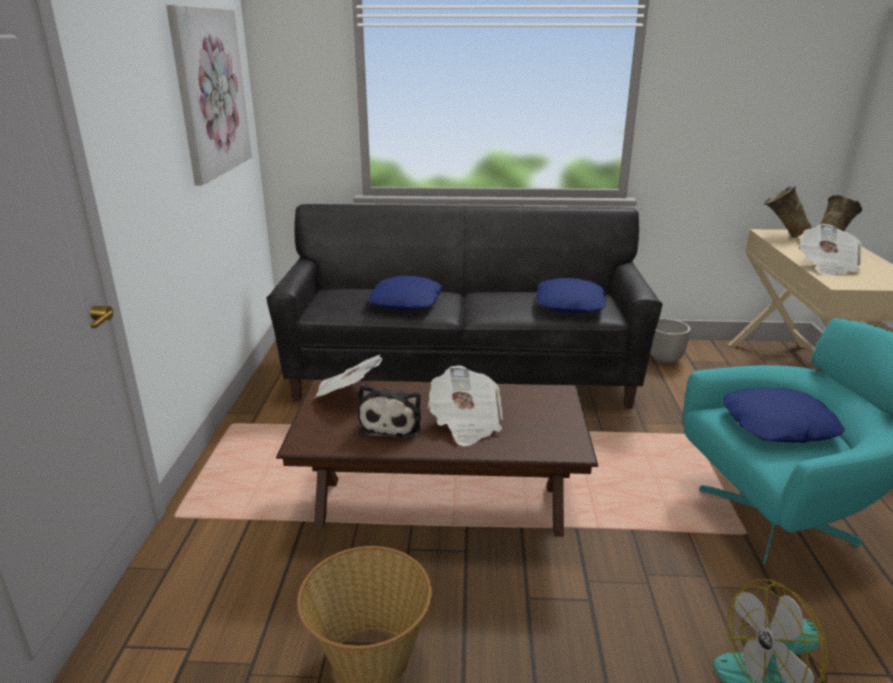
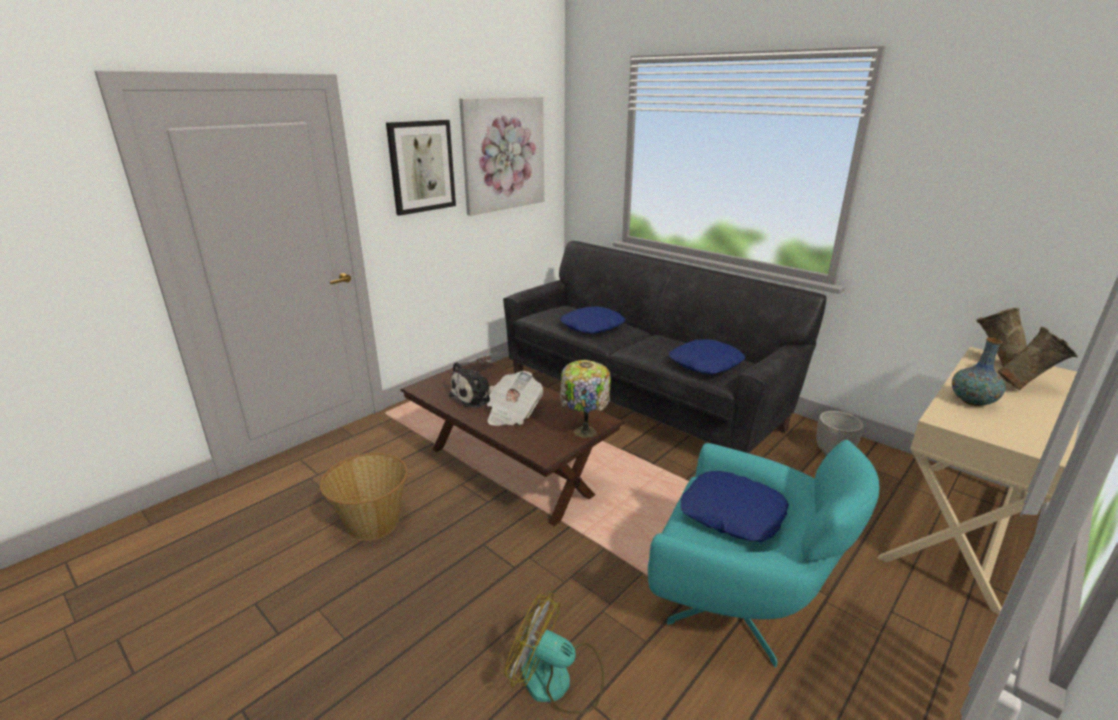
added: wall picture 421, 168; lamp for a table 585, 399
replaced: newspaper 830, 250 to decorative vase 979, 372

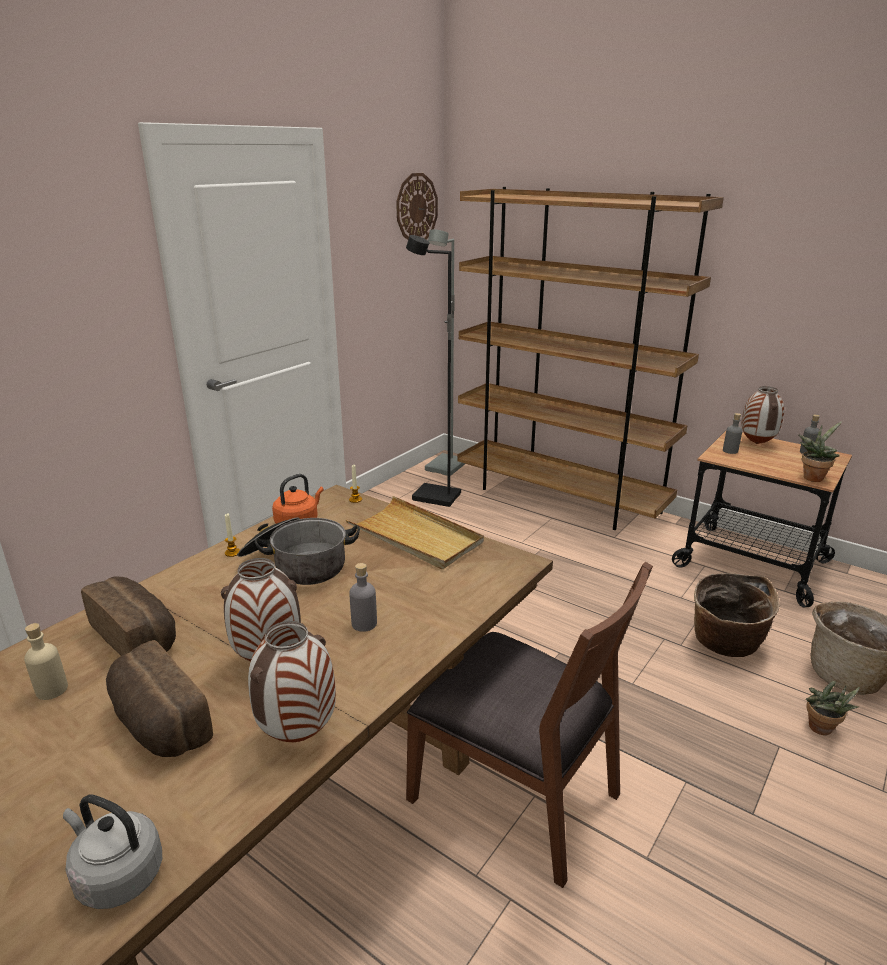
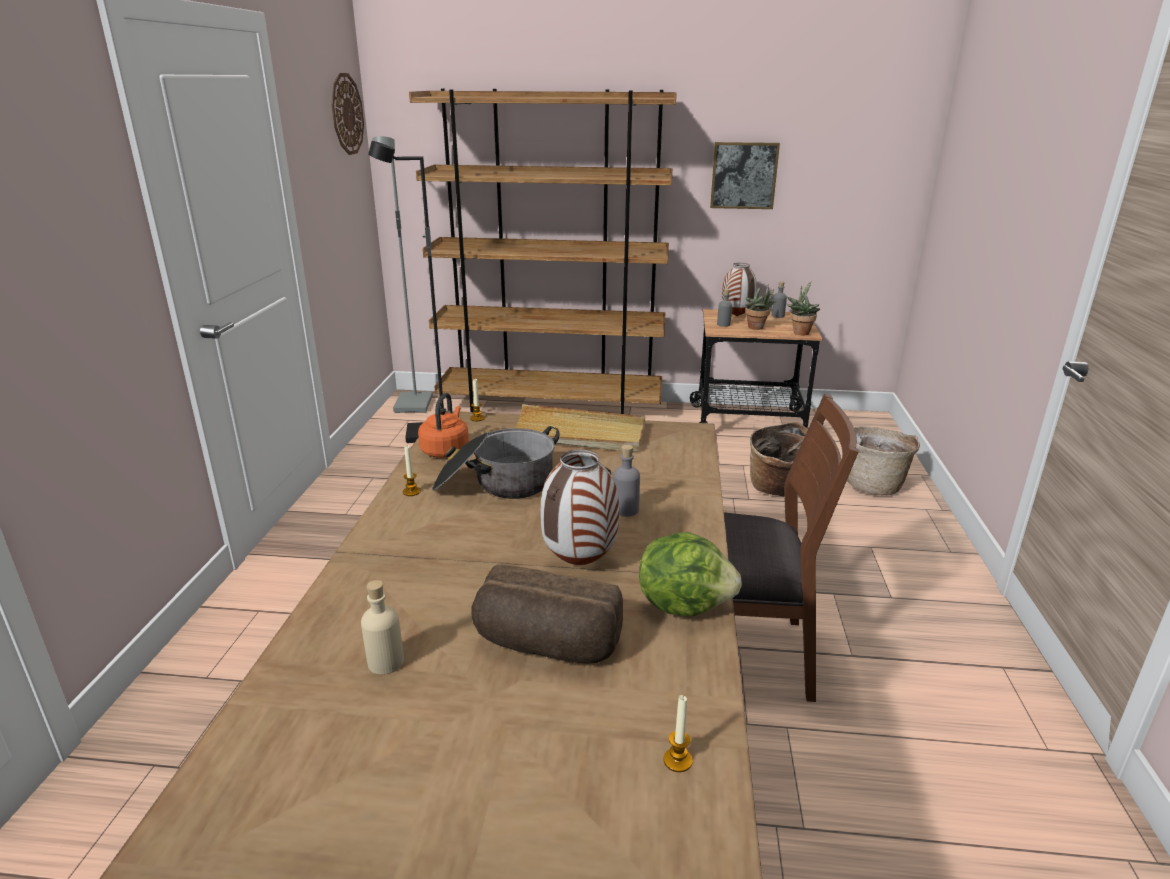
removed: bakery bread 128, 616
added: wall picture 745, 175
moved: houseplant 833, 708 to 760, 307
replaced: decorative vase 292, 681 to lettuce head 690, 574; kettle in gray 112, 851 to wax candle 678, 733

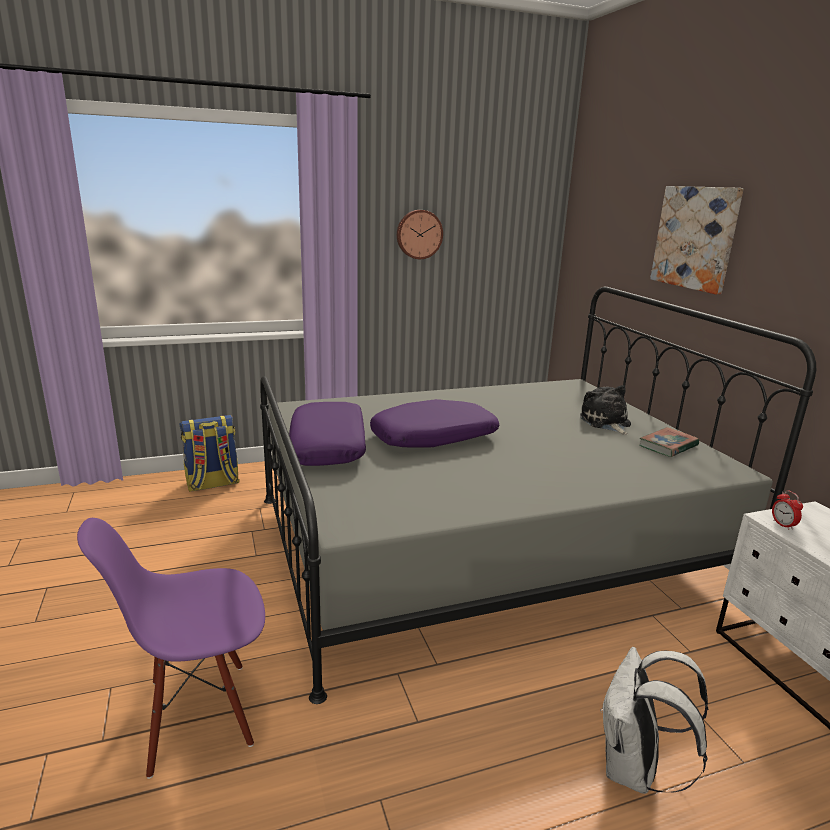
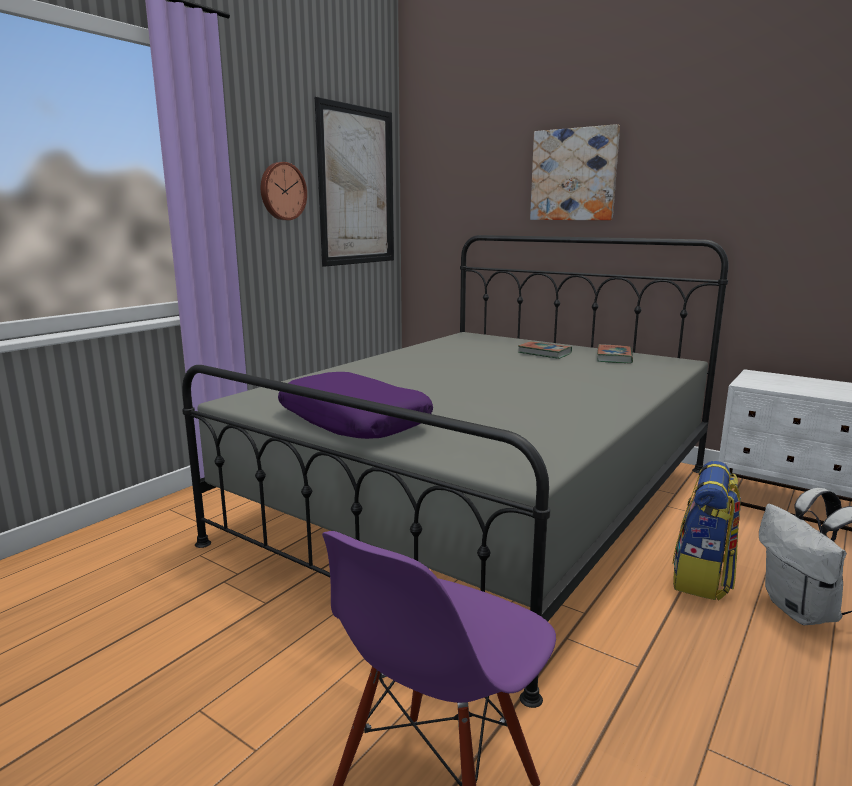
removed: cushion in purple 434, 423; alarm clock 787, 510
added: wall picture 354, 182
moved: knapsack 209, 453 to 706, 531
replaced: cuddly toy 605, 410 to volume 545, 350

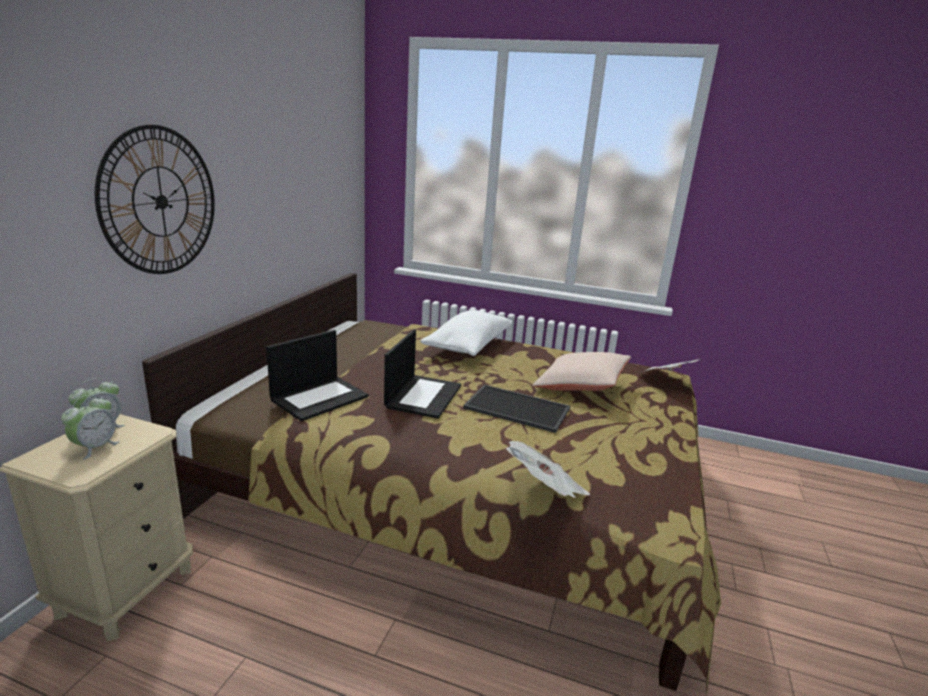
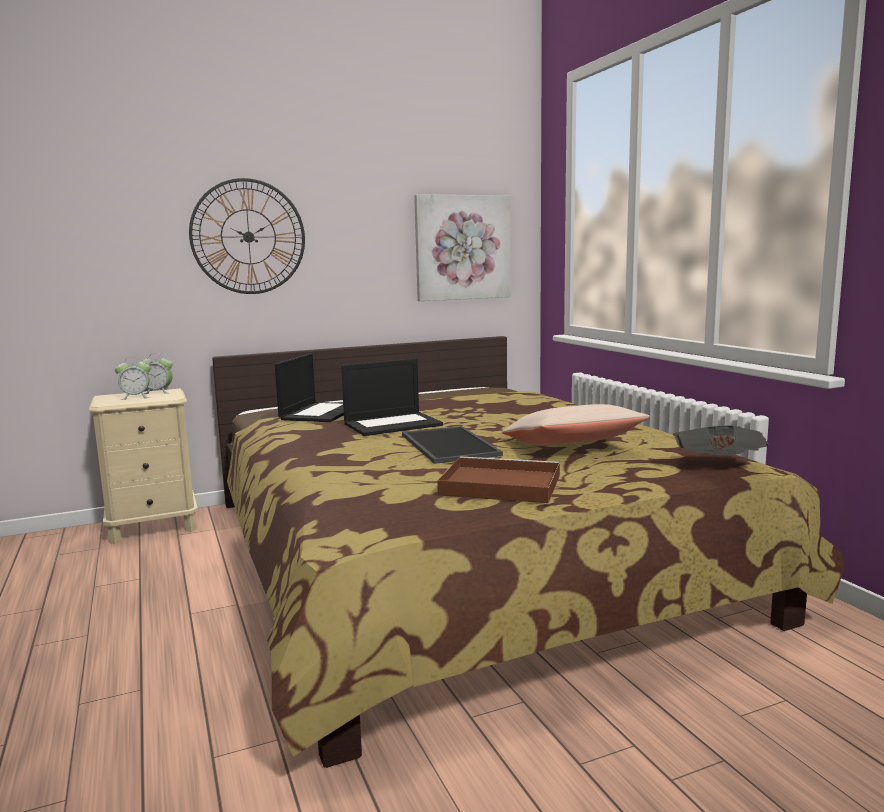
removed: cushion in whitish 466, 333; newspaper 548, 469
added: wall picture 462, 247; tray in brownish 498, 479
turned: portable computer 317, 375 = 309, 387 75 degrees counterclockwise

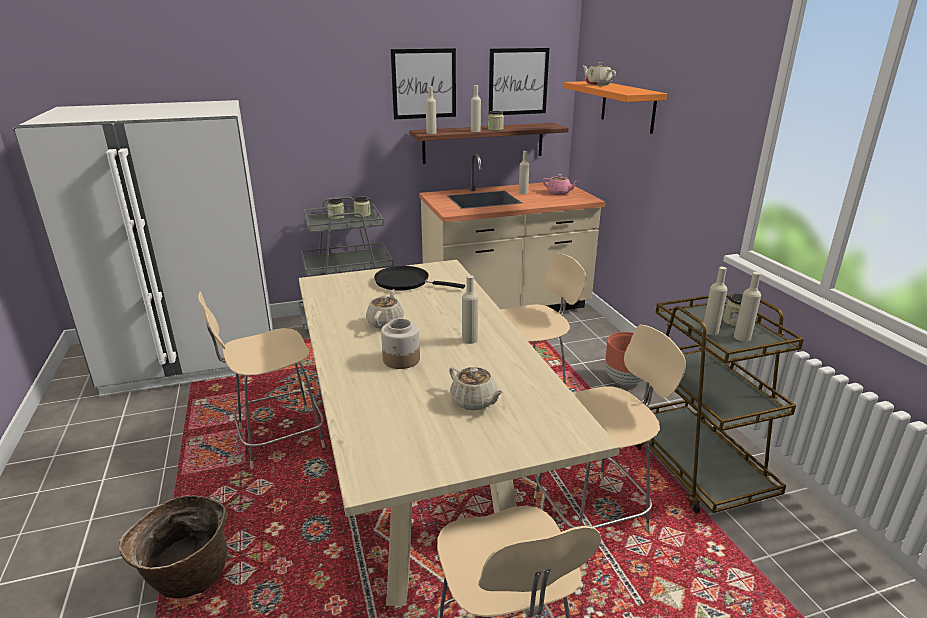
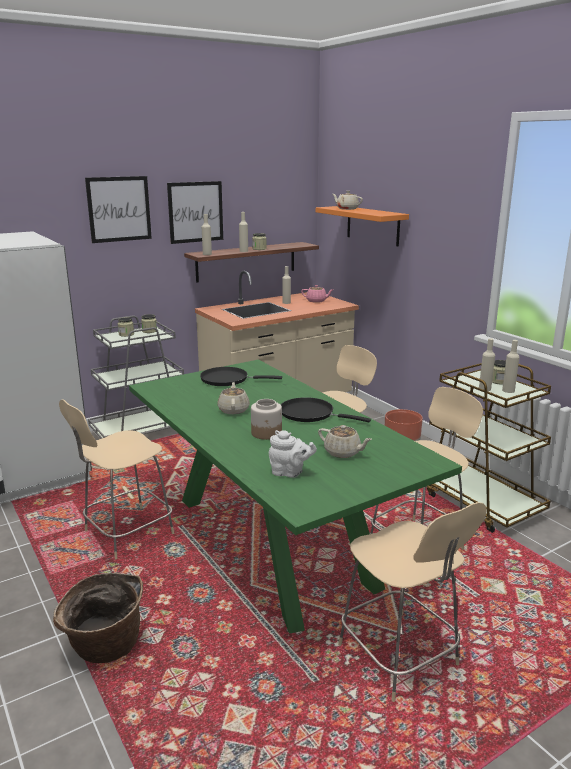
added: tea pot in whitish 293, 454
moved: wall picture 519, 81 to 118, 209
replaced: drink bottle in sand-coloured 470, 309 to skillet in blackish 326, 409
recoloured: dinner table in sand-coloured 459, 433 to dinner table in greenish 295, 497

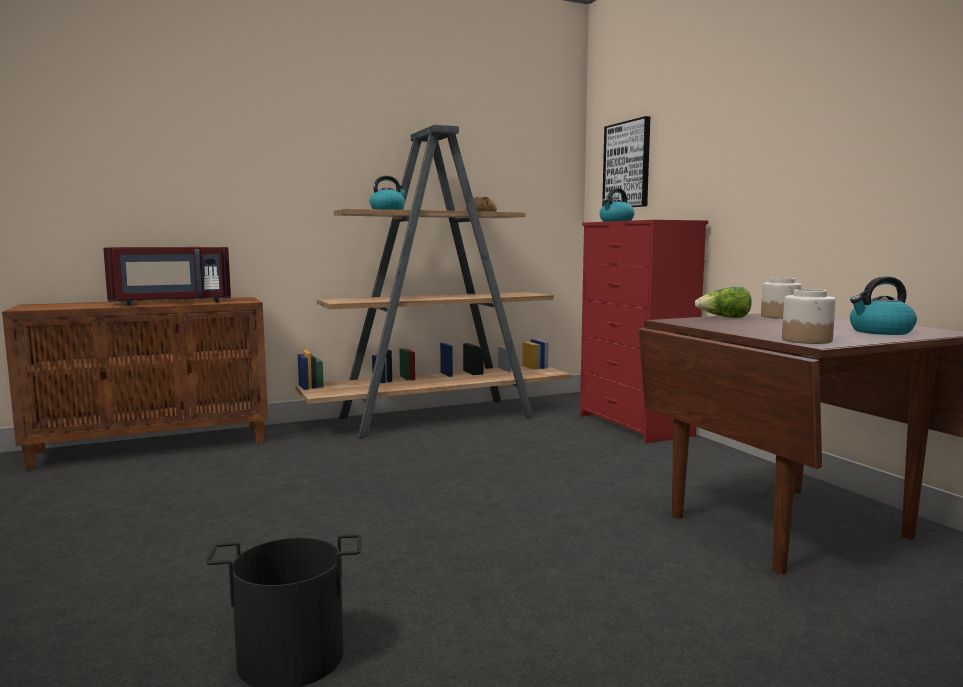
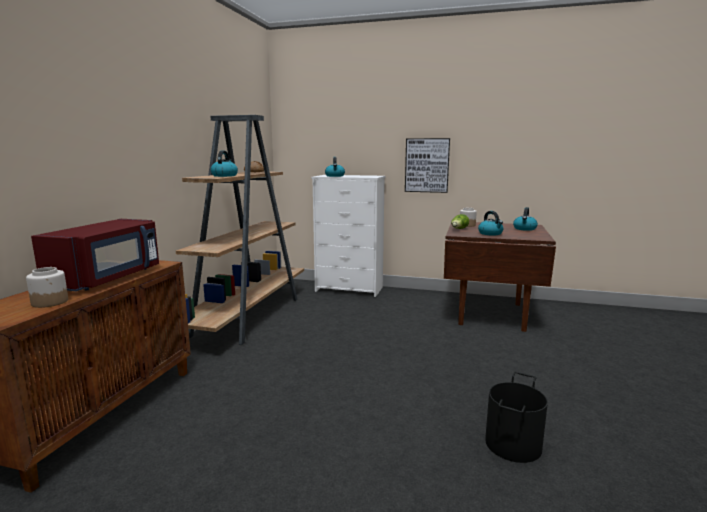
added: kettle 490, 223
moved: storage jar 809, 316 to 47, 287; wall picture 626, 161 to 427, 165
recoloured: dresser in red 644, 332 to dresser in whitish 348, 236

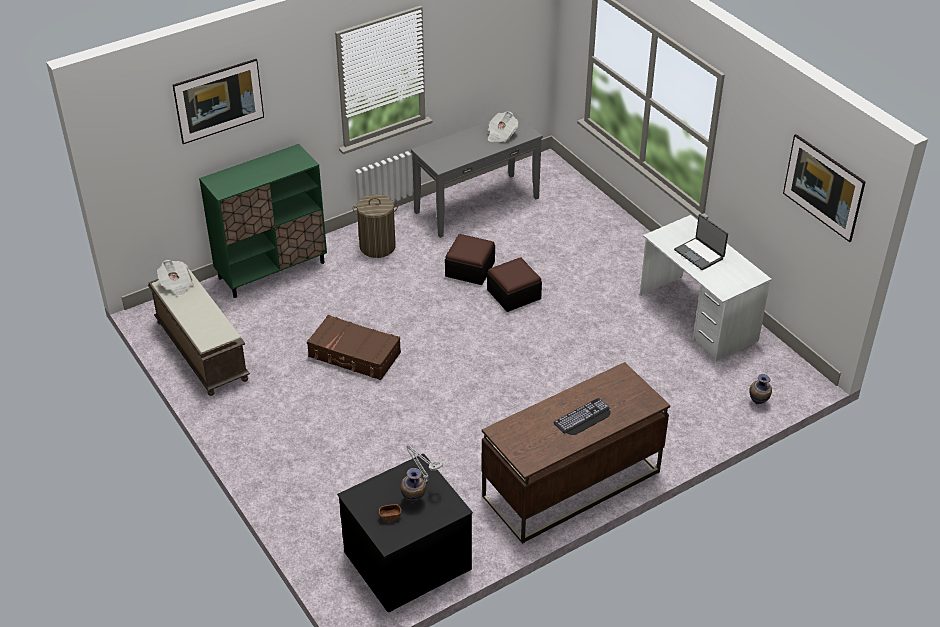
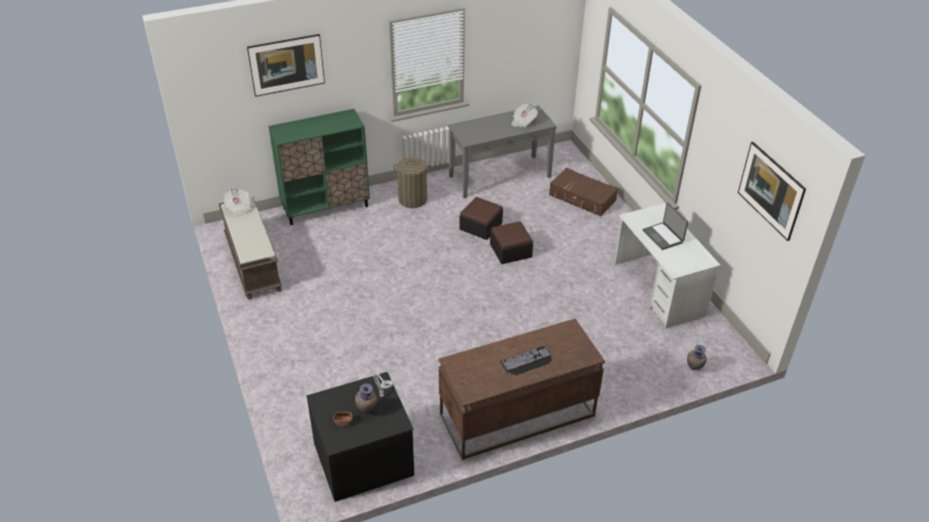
moved: suitcase in brownish 354, 347 to 583, 192

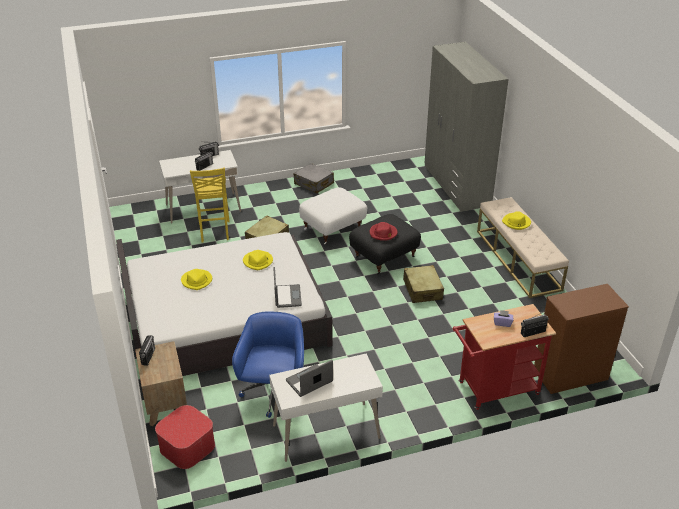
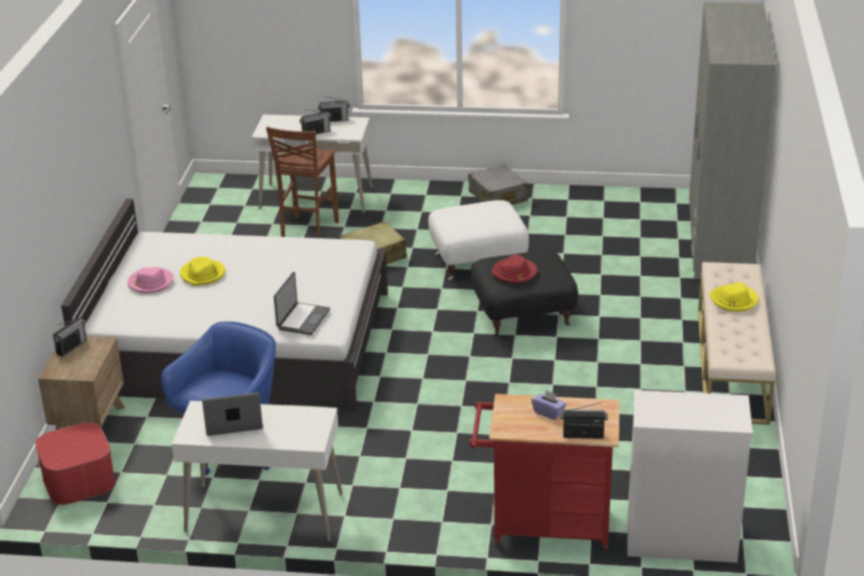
removed: wearable hat in yellow 258, 260; suitcase in sand-coloured 423, 284
added: wearable hat in pinkish 150, 280
recoloured: stool in yellow 210, 204 to stool in brownish 302, 182; dresser in brownish 581, 339 to dresser in whitish 690, 476

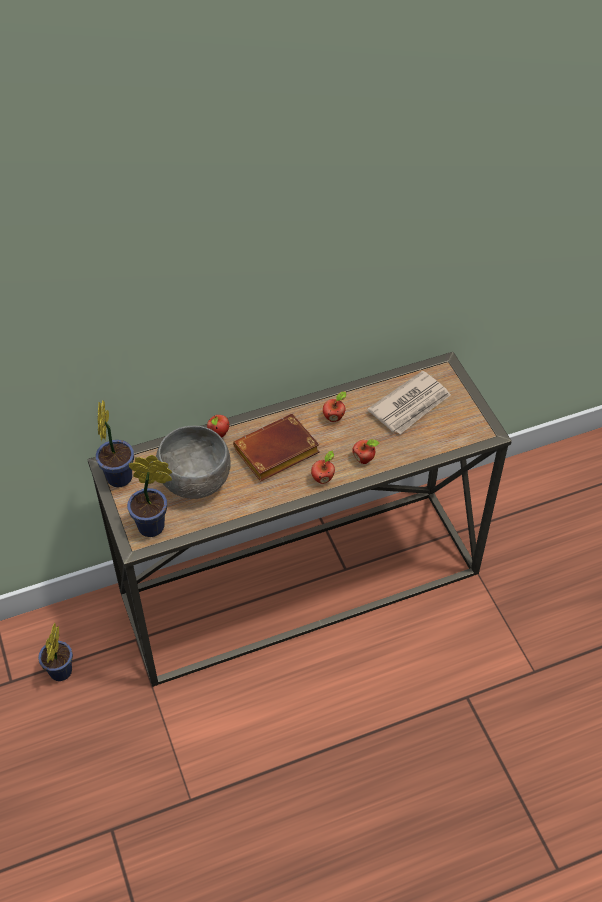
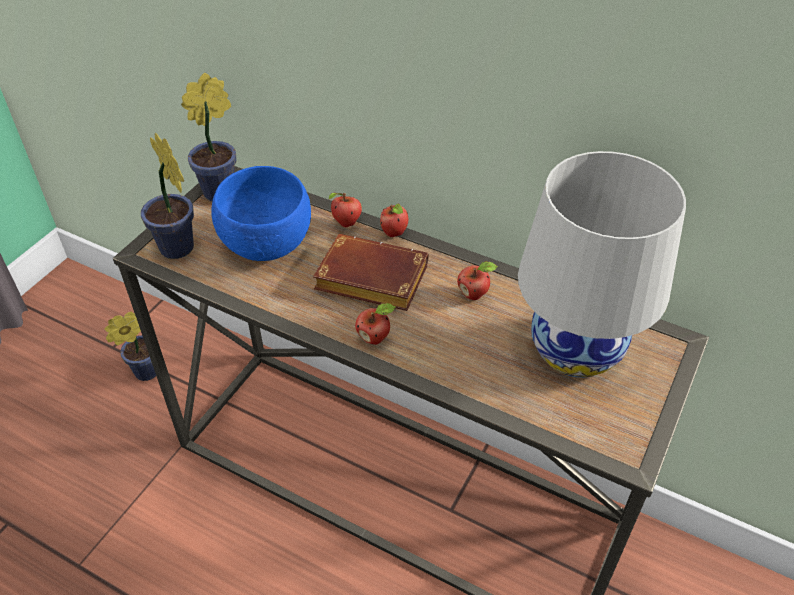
moved: whole apple 366, 451 to 394, 220
replaced: newspaper 409, 402 to lamp for a table in whitish 602, 264
recoloured: deep dish in gray 193, 462 to deep dish in blue 261, 213

